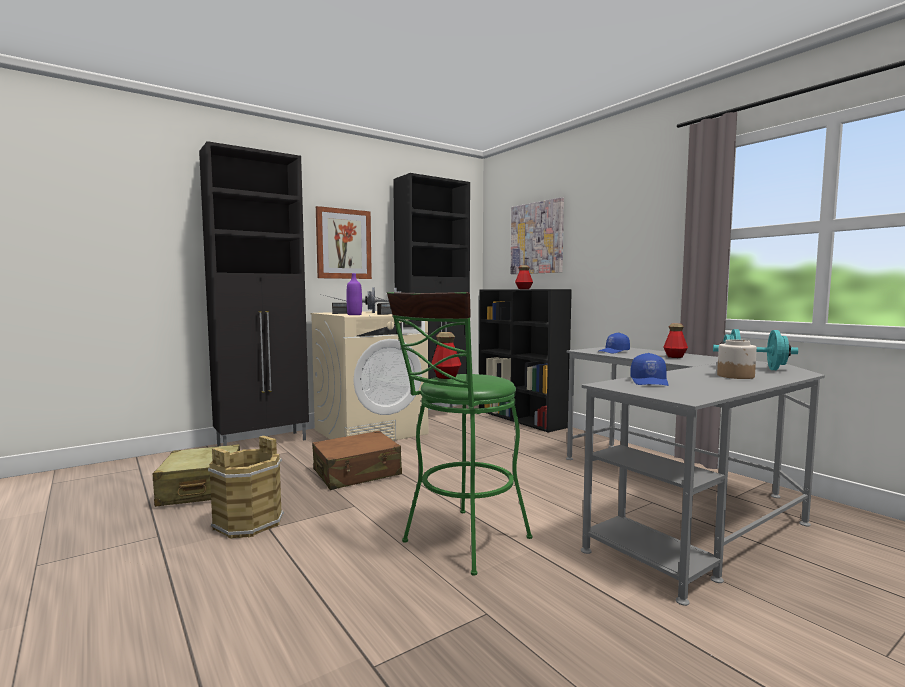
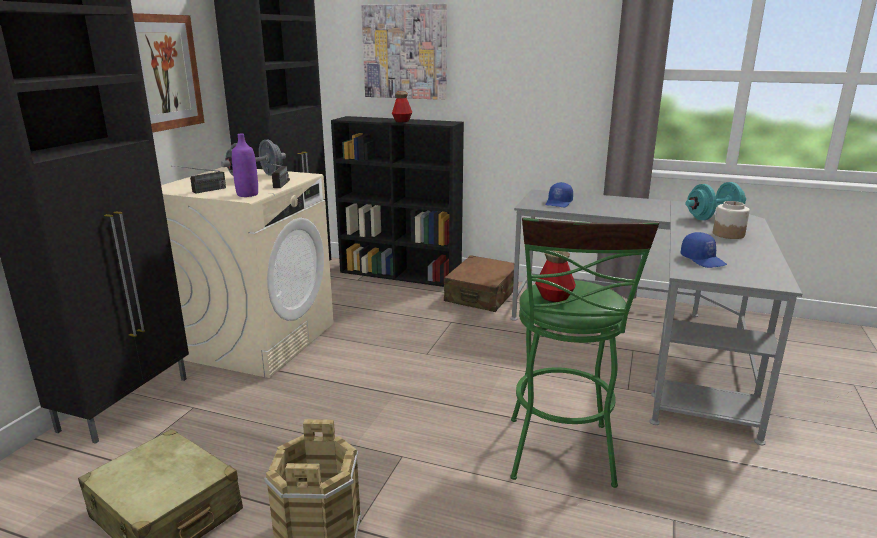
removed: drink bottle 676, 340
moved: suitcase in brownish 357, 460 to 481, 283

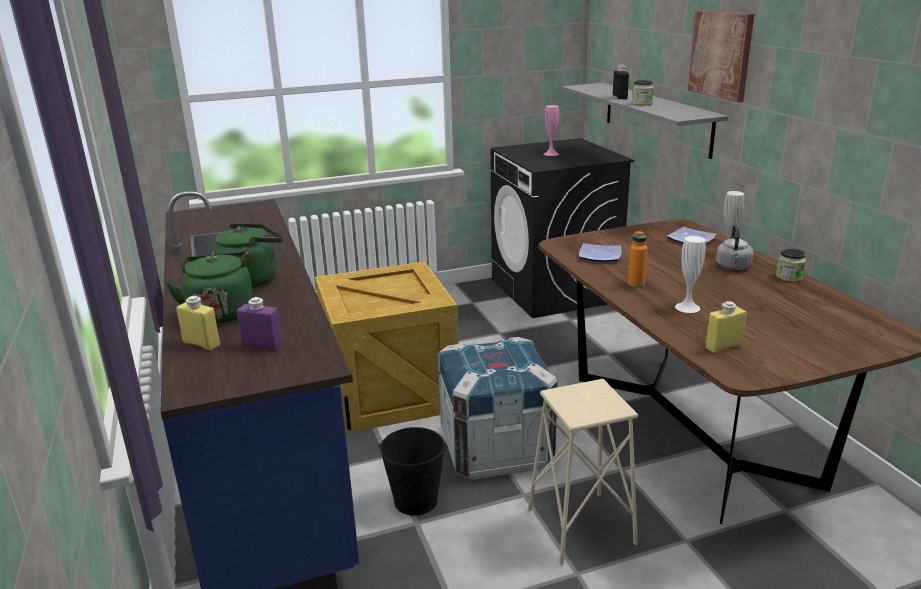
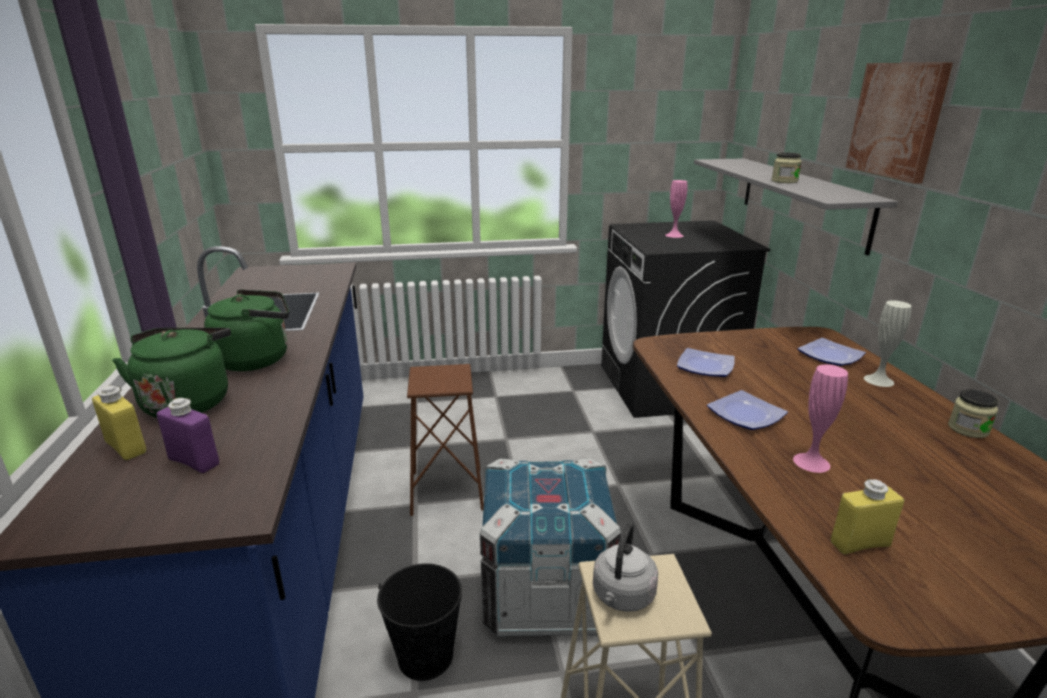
removed: drink bottle in blackish 621, 82
moved: kettle in gray 734, 247 to 625, 567
replaced: shipping crate 387, 348 to stool in brownish 445, 440; drink bottle in orange-coloured 638, 259 to flat dish 747, 410
recoloured: decorative vase in whitish 690, 274 to decorative vase in pinkish 820, 418

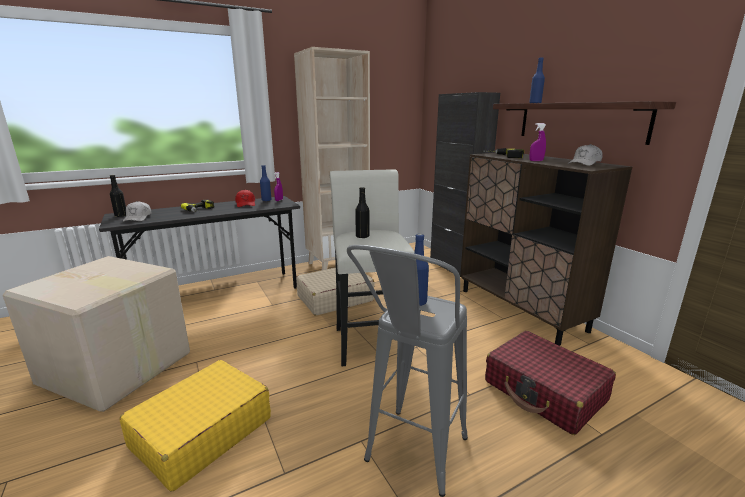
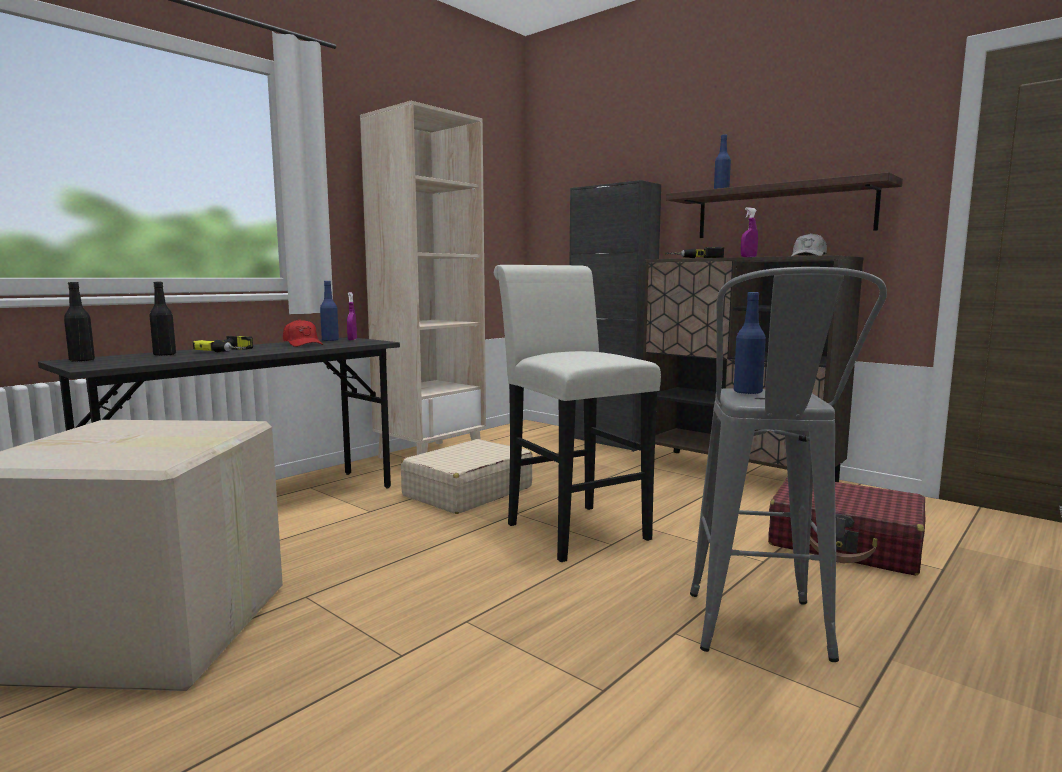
removed: suitcase in yellow 195, 426; peaked cap in whitish 136, 211
moved: drink bottle in blackish 362, 212 to 162, 319

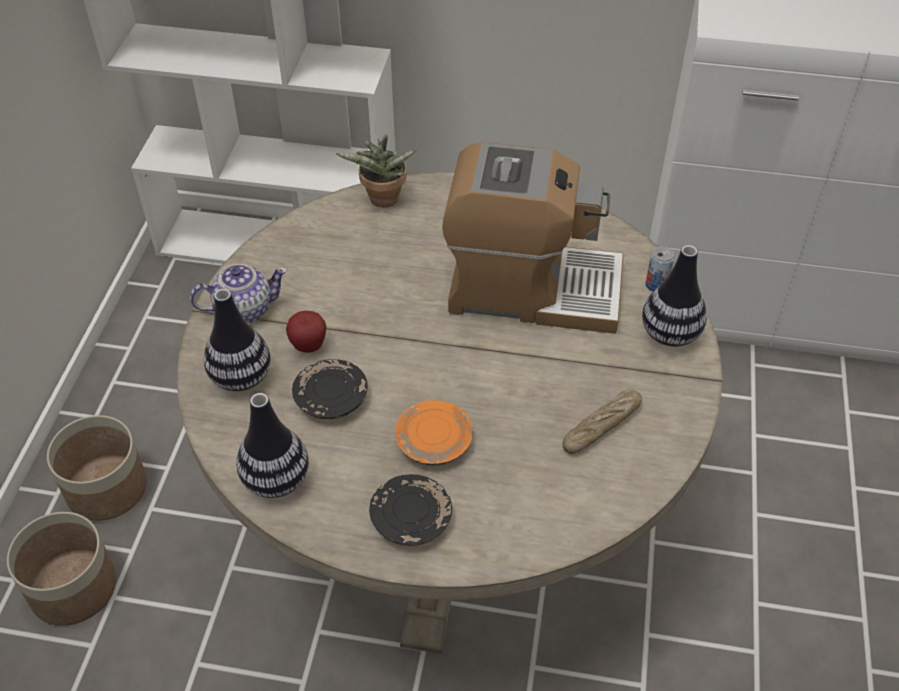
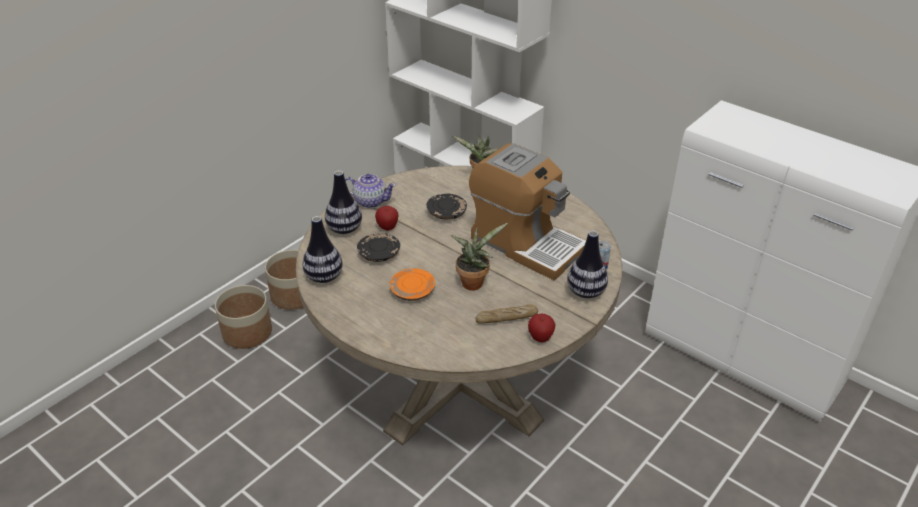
added: houseplant 479, 257; whole apple 542, 328
moved: flat dish in blackish 410, 510 to 446, 207

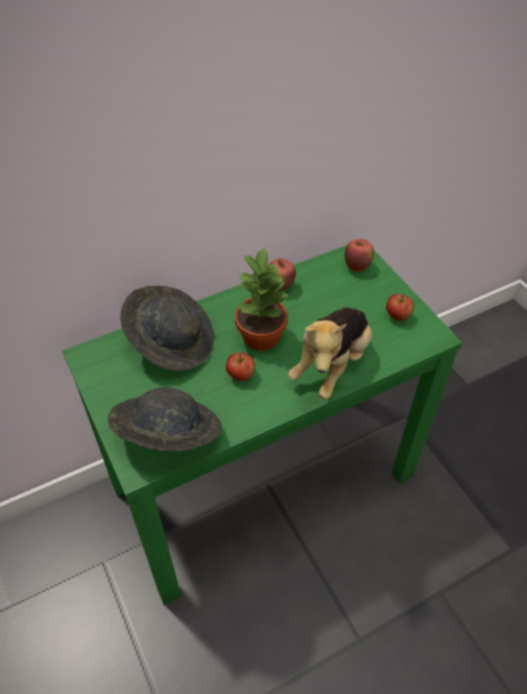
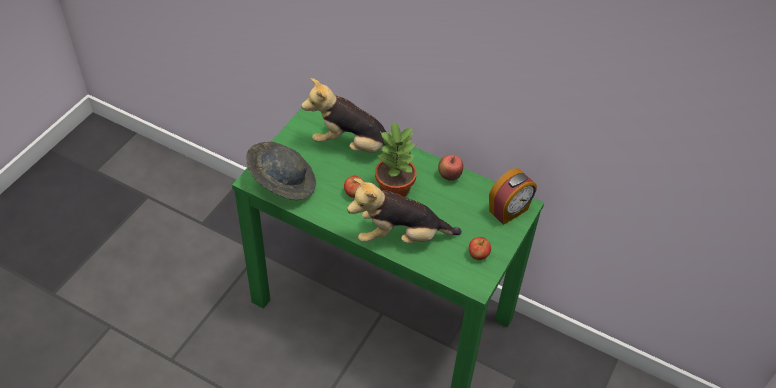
replaced: wearable hat in gray 167, 328 to cuddly toy 355, 116; whole apple 359, 255 to alarm clock 513, 196

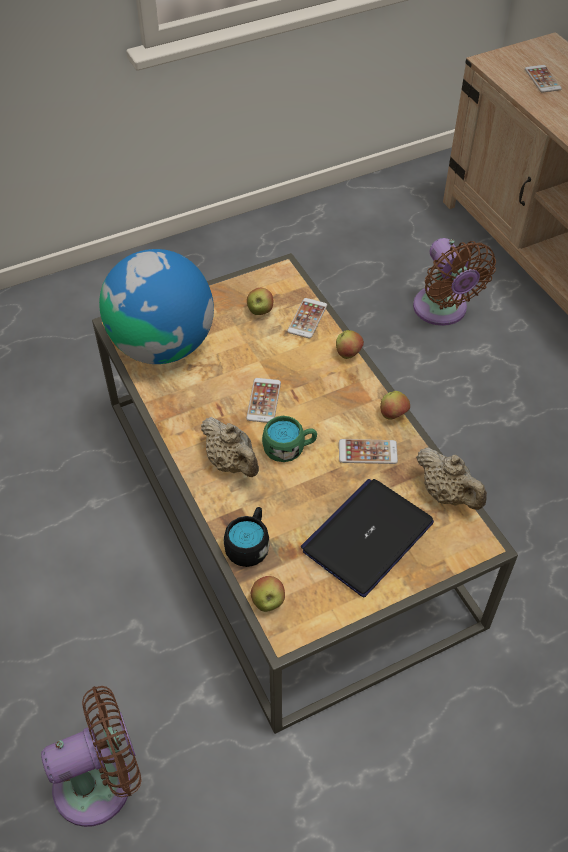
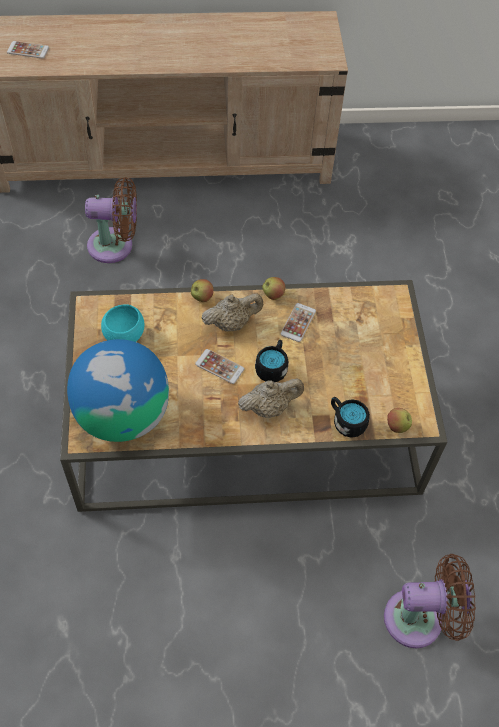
removed: phone 307, 318; portable computer 367, 538
moved: tea pot in sand-coloured 451, 478 to 232, 312
replaced: whole apple 260, 301 to deep dish in blue-green 122, 323
recoloured: mug in greenish 289, 439 to mug in blackish 272, 361
turned: cooling fan in brownish 91, 756 = 430, 601 90 degrees clockwise

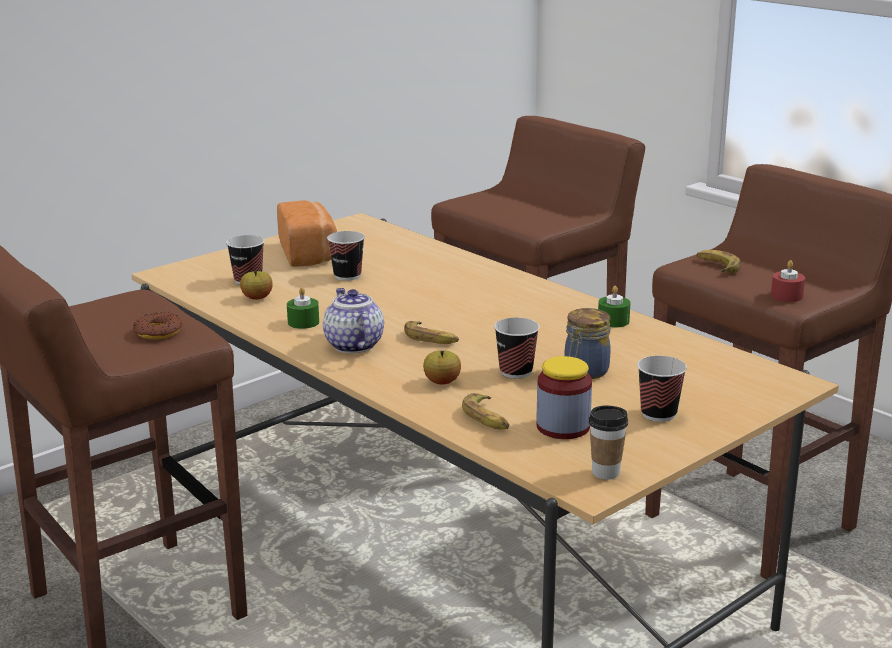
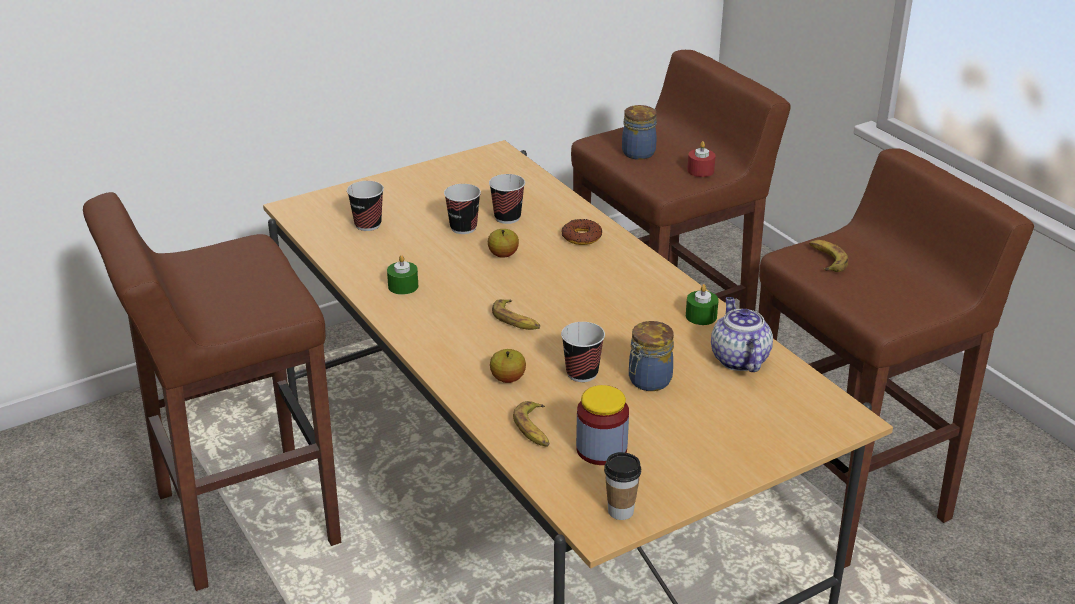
removed: bakery bread 307, 233
added: storage jar 639, 132
moved: whole apple 256, 285 to 503, 243; drinking cup 662, 389 to 507, 199; ring doughnut 157, 325 to 582, 232; wax candle in red 788, 281 to 701, 159; tea pot 353, 320 to 742, 334

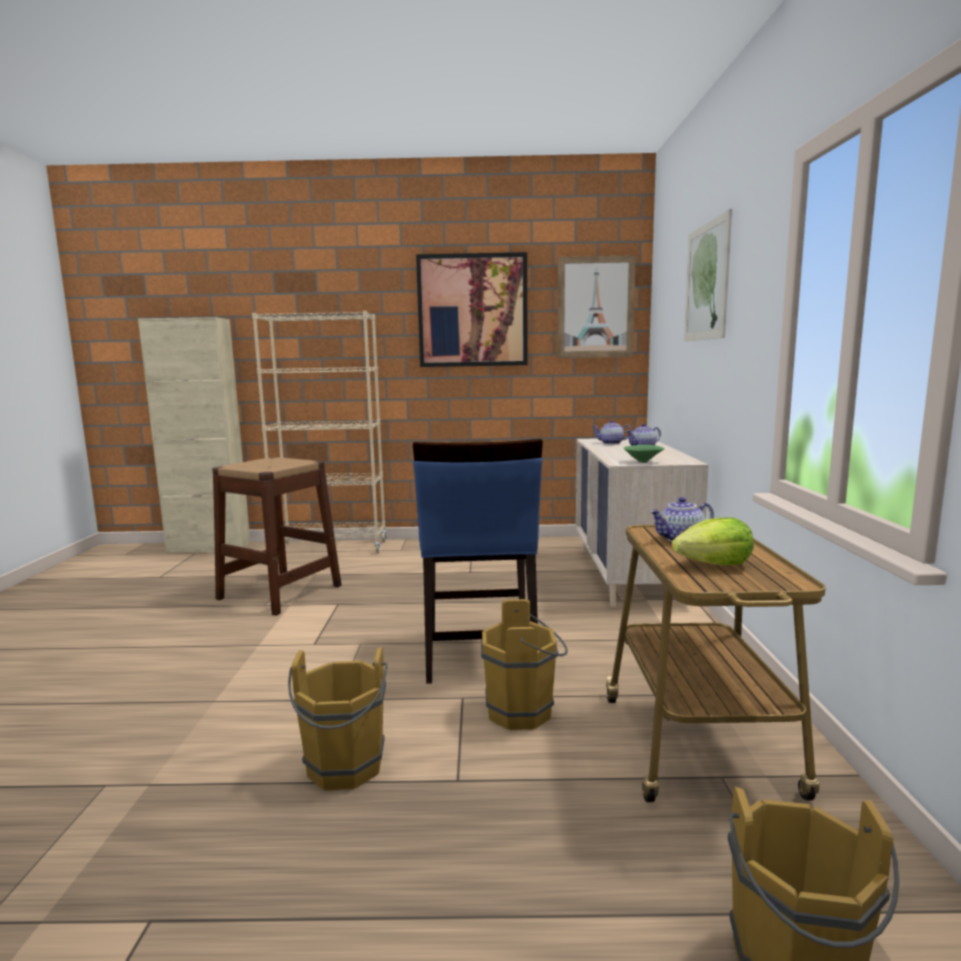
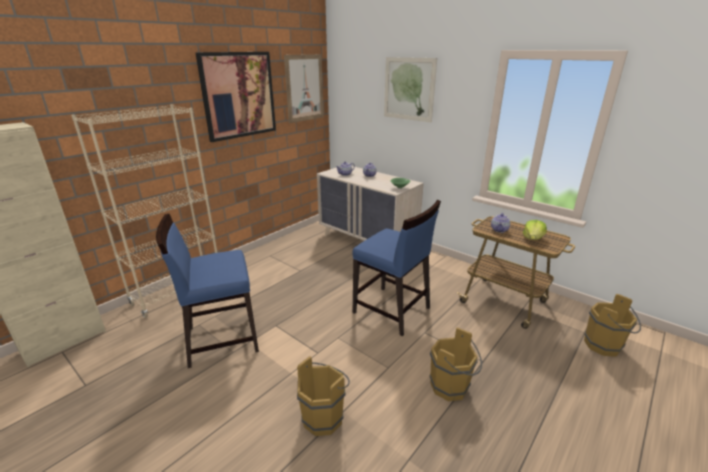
moved: bucket in brownish 524, 664 to 323, 396
replaced: stool in brownish 277, 536 to plain chair in blue 207, 291

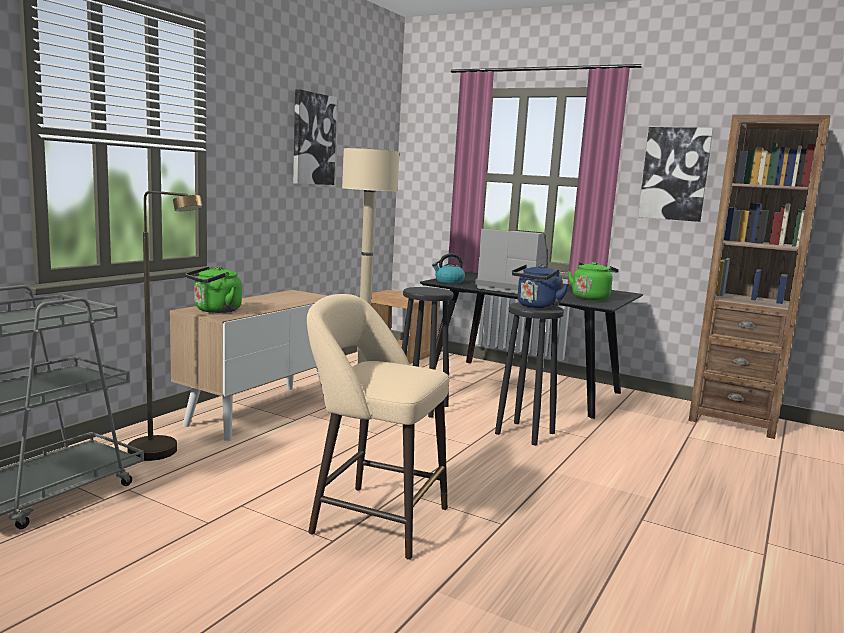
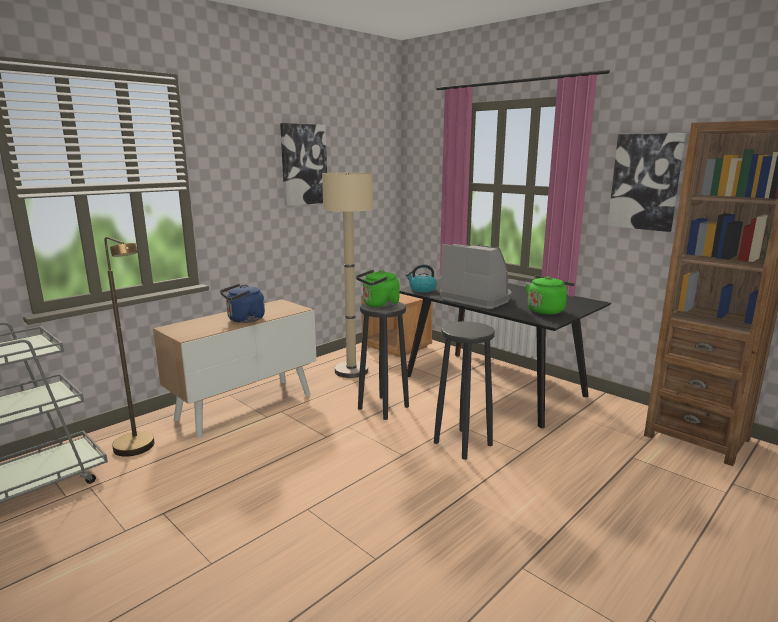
removed: stool in sand-coloured 378, 427
moved: kettle in blue 540, 286 to 242, 303; kettle in greenish 214, 289 to 378, 289

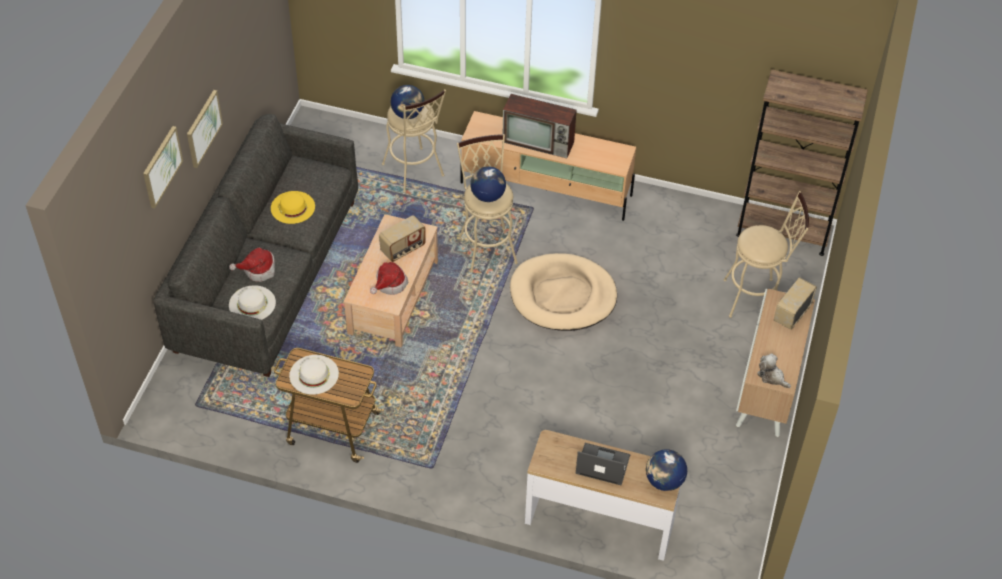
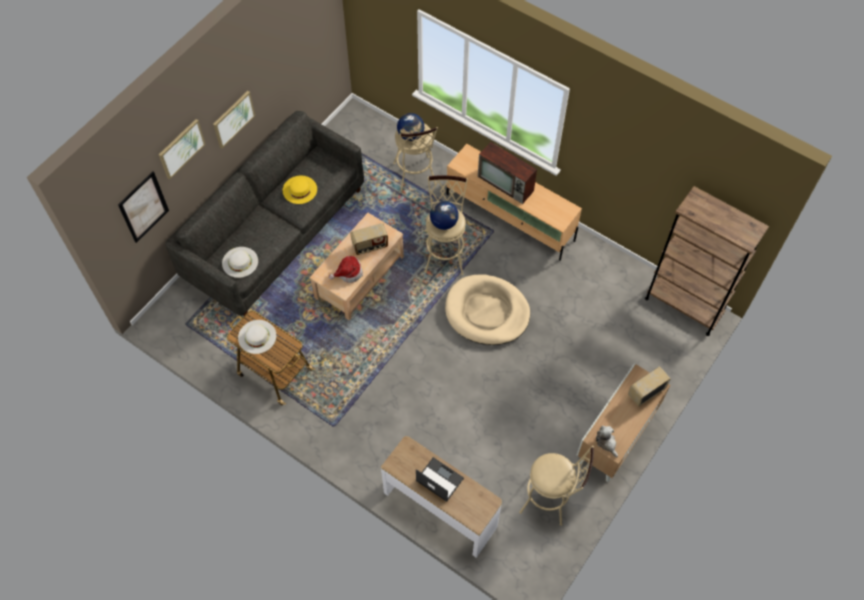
removed: wearable hat 252, 264; globe 666, 470
added: wall picture 143, 207
moved: stool in sand-coloured 766, 254 to 556, 486

